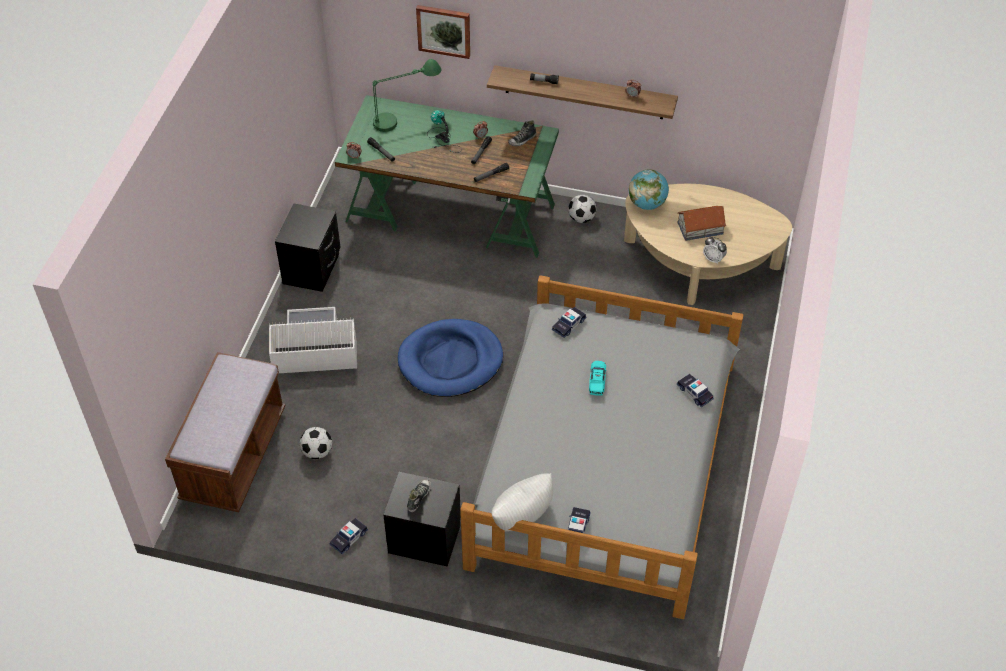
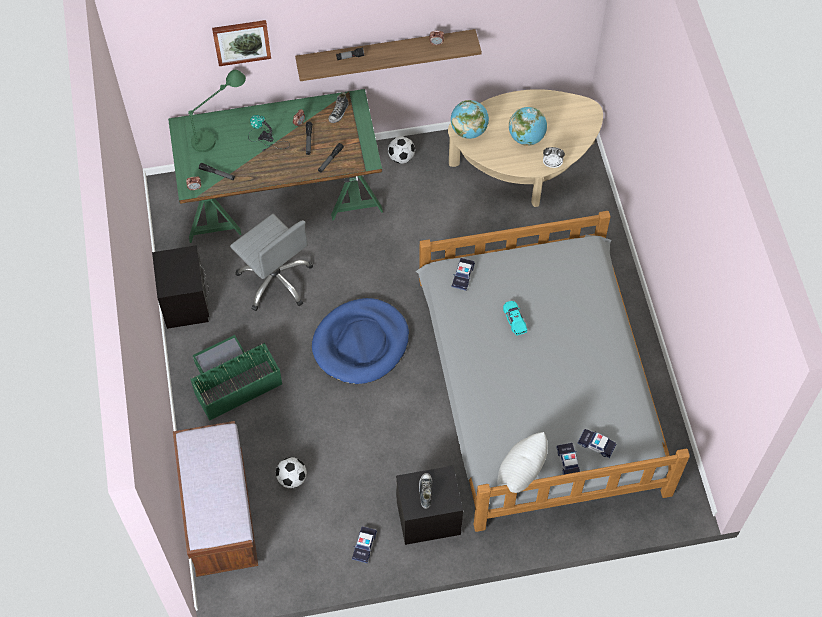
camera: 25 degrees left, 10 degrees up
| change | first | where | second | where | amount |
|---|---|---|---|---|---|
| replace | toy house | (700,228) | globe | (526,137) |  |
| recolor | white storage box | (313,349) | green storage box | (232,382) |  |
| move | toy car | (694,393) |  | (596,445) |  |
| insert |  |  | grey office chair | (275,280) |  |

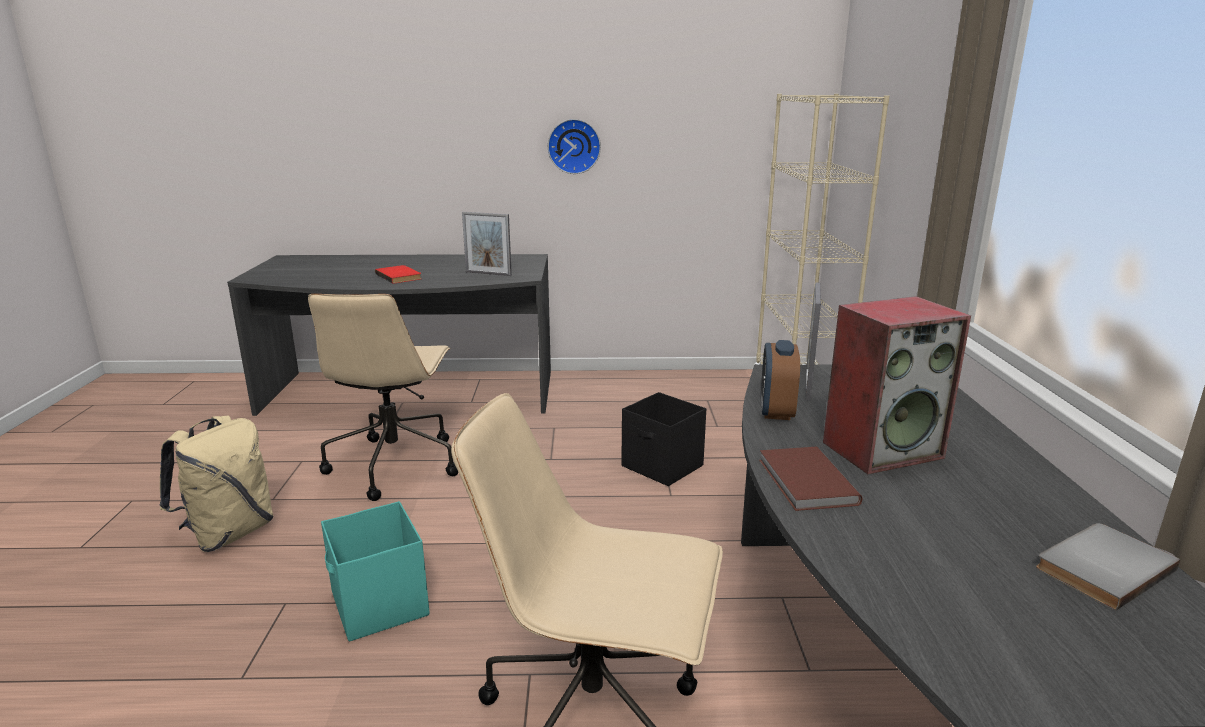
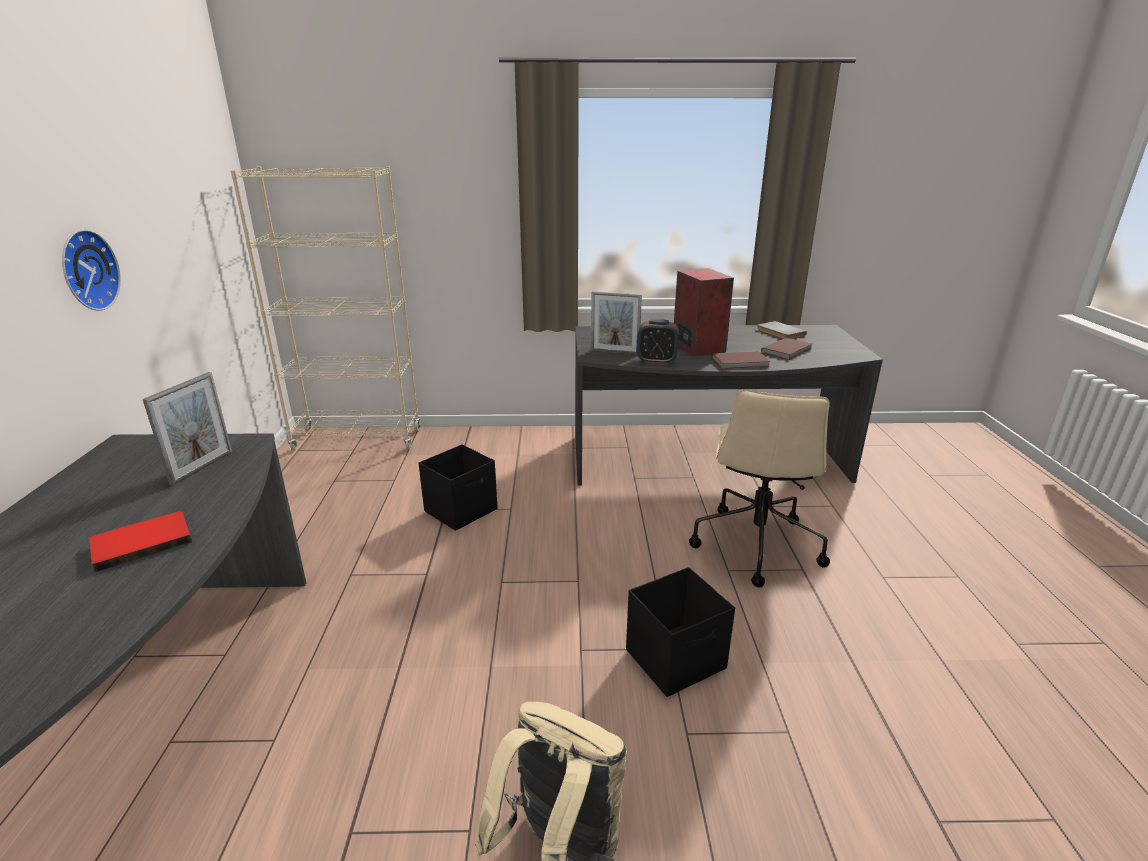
camera: 90 degrees left, 5 degrees up
| change | first | where | second | where | amount |
|---|---|---|---|---|---|
| delete | beige office chair | (394,464) |  |  |  |
| recolor | turquoise storage box | (379,605) | black storage box | (677,659) |  |
| insert |  |  | brown book | (788,350) |  |

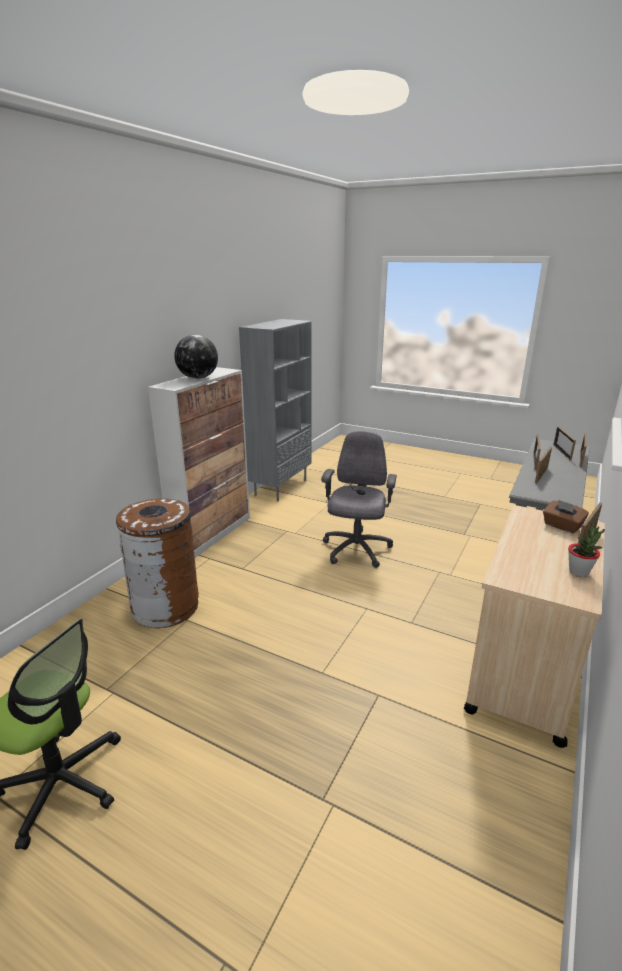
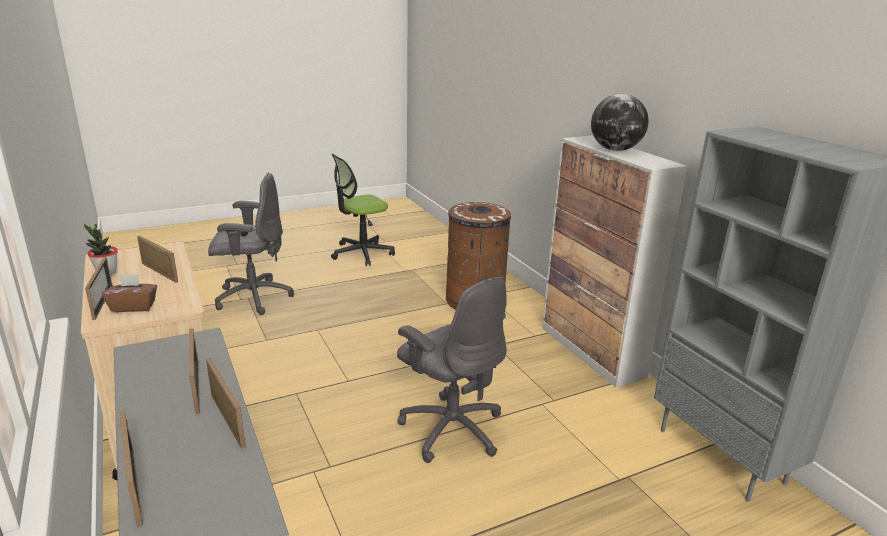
camera: 125 degrees right, 0 degrees up
| change | first | where | second | where | amount |
|---|---|---|---|---|---|
| move | picture frame | (562,452) |  | (159,272) |  |
| insert |  |  | grey office chair | (252,297) |  |

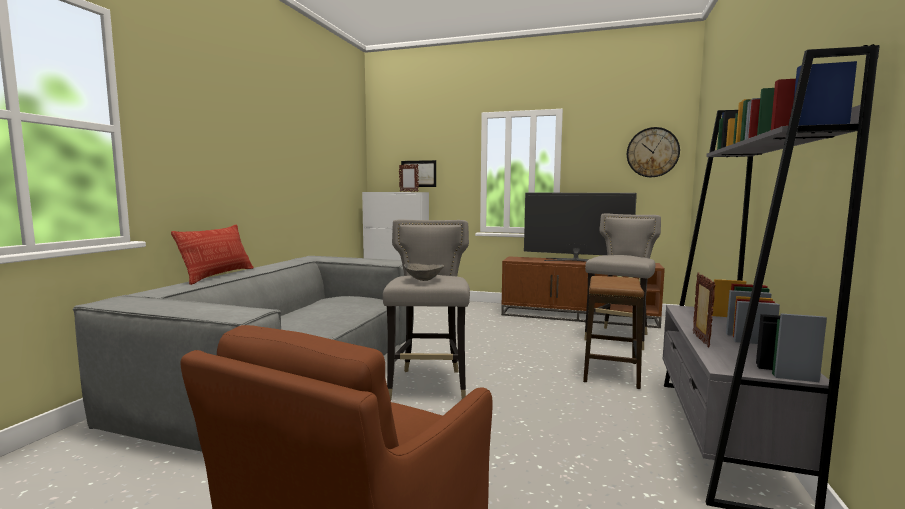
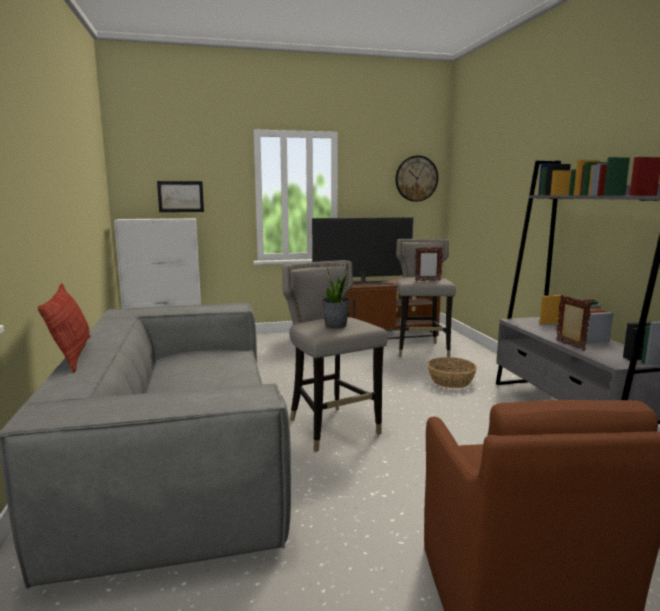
camera: 30 degrees left, 5 degrees up
| change | first | where | second | where | amount |
|---|---|---|---|---|---|
| move | picture frame | (408,191) |  | (427,281) |  |
| replace | grey bowl | (423,279) | potted plant | (336,325) |  |
| replace | stool | (611,372) | basket | (451,381) |  |

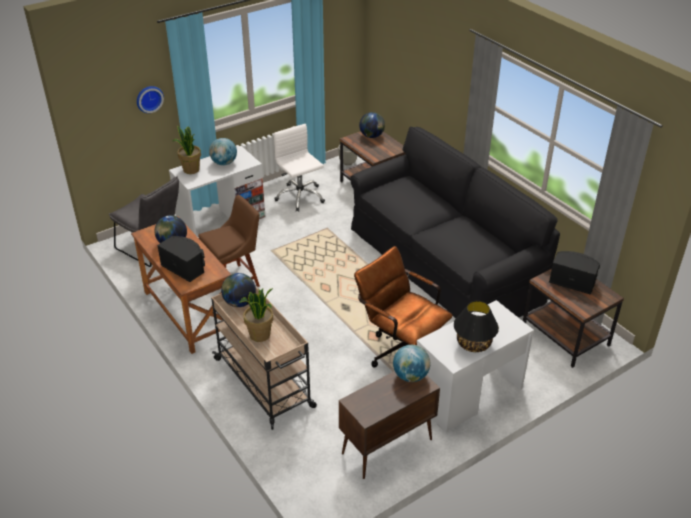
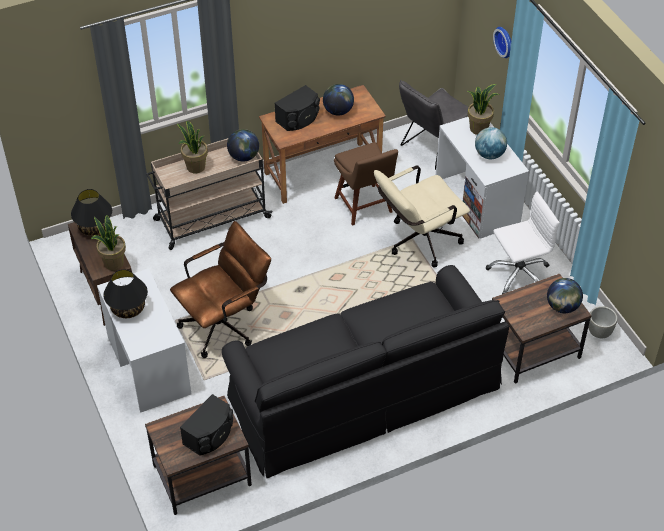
camera: 100 degrees right, 10 degrees up
| change | first | where | second | where | amount |
|---|---|---|---|---|---|
| replace | globe | (410,376) | potted plant | (113,263) |  |
| insert |  |  | beige office chair | (418,242) |  |
| insert |  |  | black table lamp | (95,227) |  |

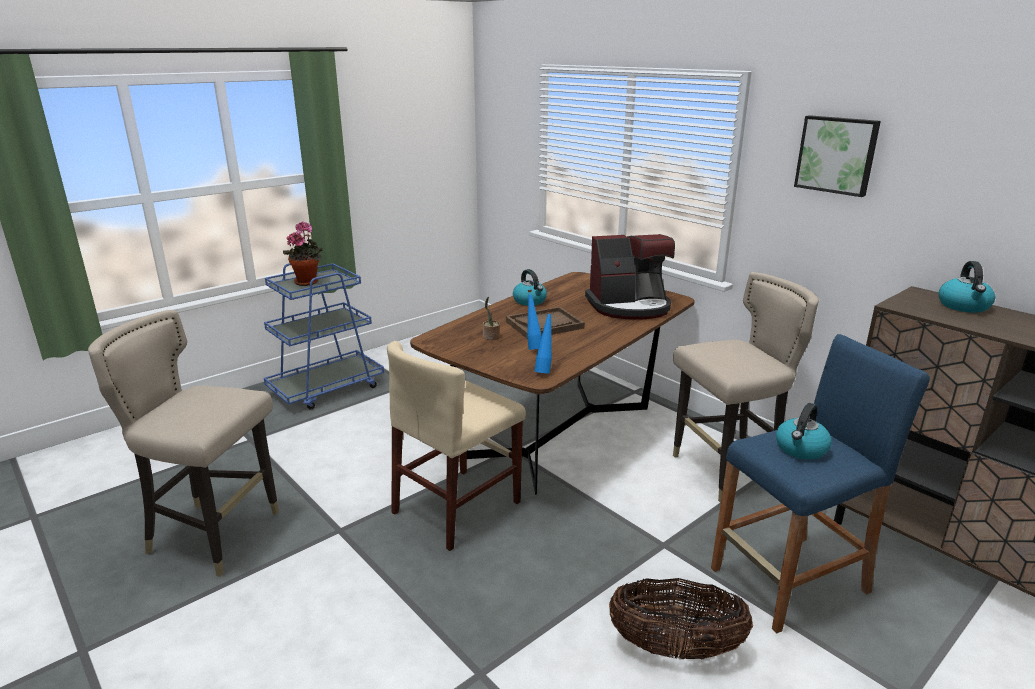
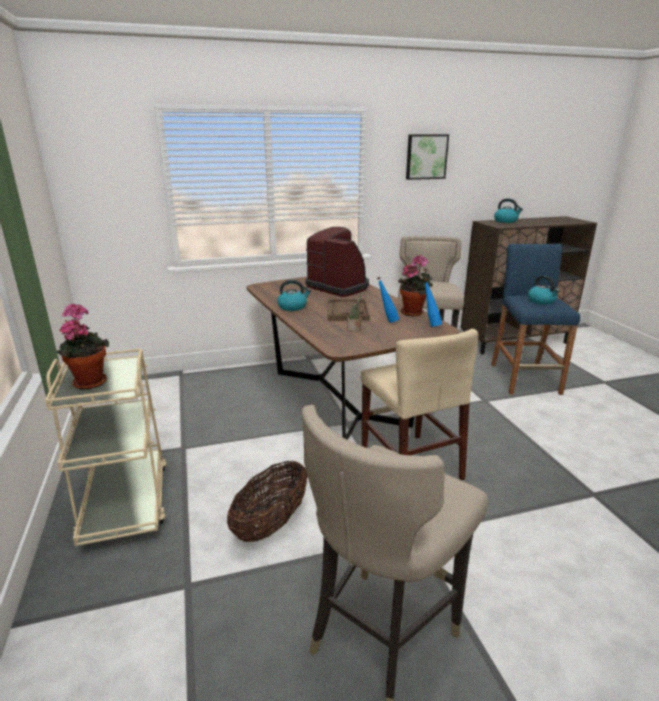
camera: 65 degrees left, 0 degrees up
| change | first | where | second | where | amount |
|---|---|---|---|---|---|
| rotate | coffee machine | (629,306) |  | (339,287) | 60 degrees counterclockwise |
| recolor | blue cart | (327,388) | beige cart | (126,503) |  |
| move | basket | (675,648) |  | (271,524) |  |
| insert |  |  | potted plant | (414,312) |  |

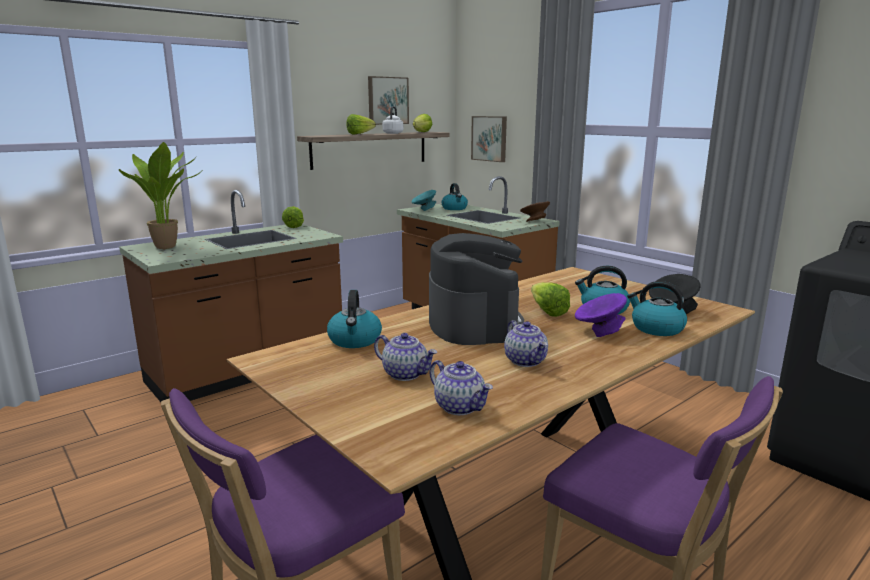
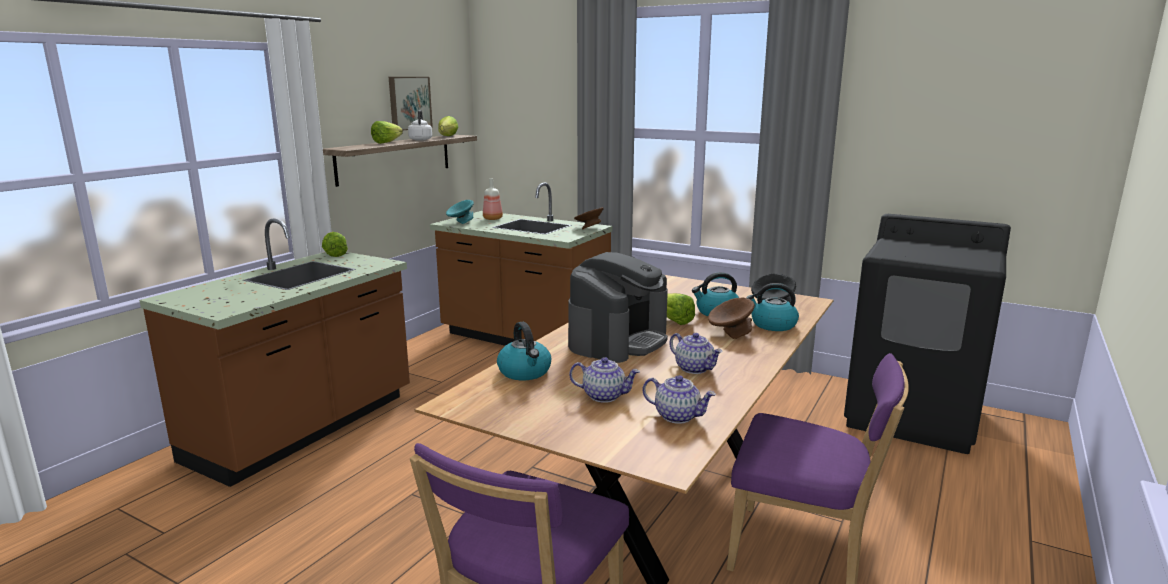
camera: 20 degrees left, 0 degrees up
| change | first | where | second | where | amount |
|---|---|---|---|---|---|
| delete | picture | (490,138) |  |  |  |
| delete | potted plant | (169,247) |  |  |  |
| replace | kettle | (454,208) | bottle | (493,218) |  |
| rotate | coffee machine | (473,323) |  | (618,340) | 60 degrees clockwise |
| recolor | purple bowl | (599,331) | brown bowl | (730,333) |  |

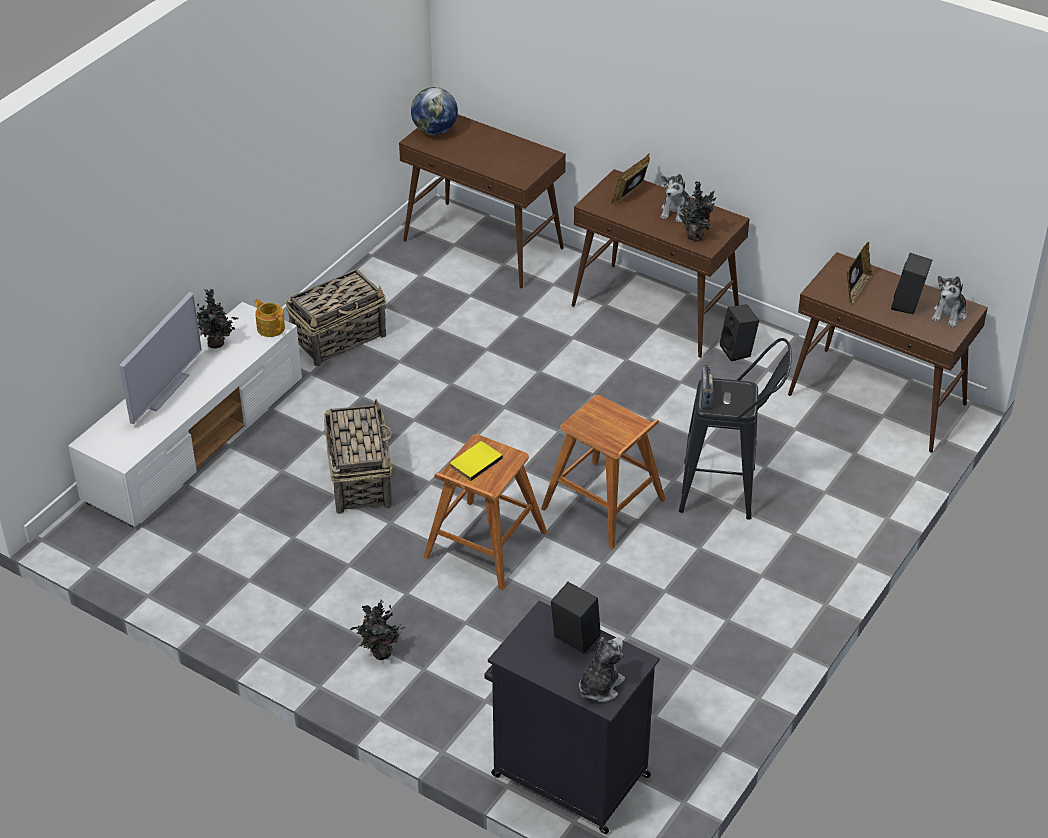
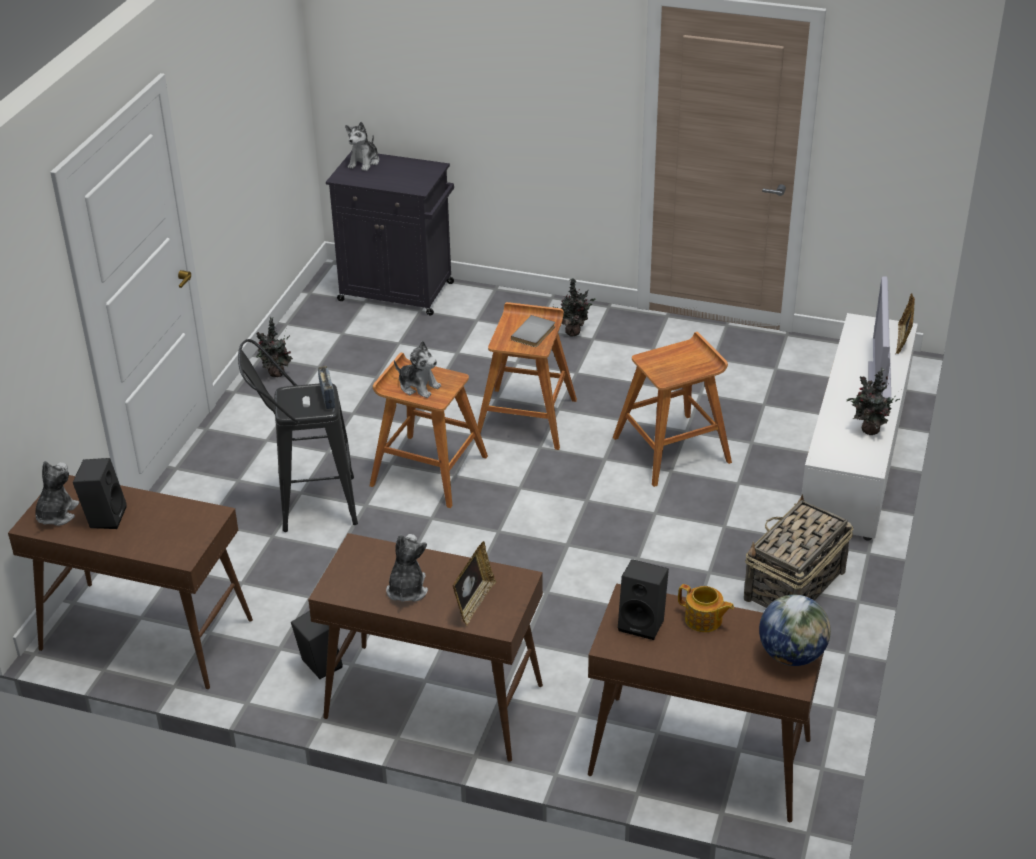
camera: 165 degrees right, 5 degrees down
| change | first | where | second | where | amount |
|---|---|---|---|---|---|
| move | potted plant | (695,236) |  | (276,374) |  |
| move | picture frame | (856,289) |  | (902,341) |  |
| move | teapot | (270,327) |  | (704,620) |  |
| replace | basket | (360,478) | brown stool | (673,449) |  |
| recolor | yellow book | (474,462) | grey book | (534,333) |  |
| move | black speaker | (573,639) |  | (643,623) |  |
| insert |  |  | plush toy | (418,386) |  |

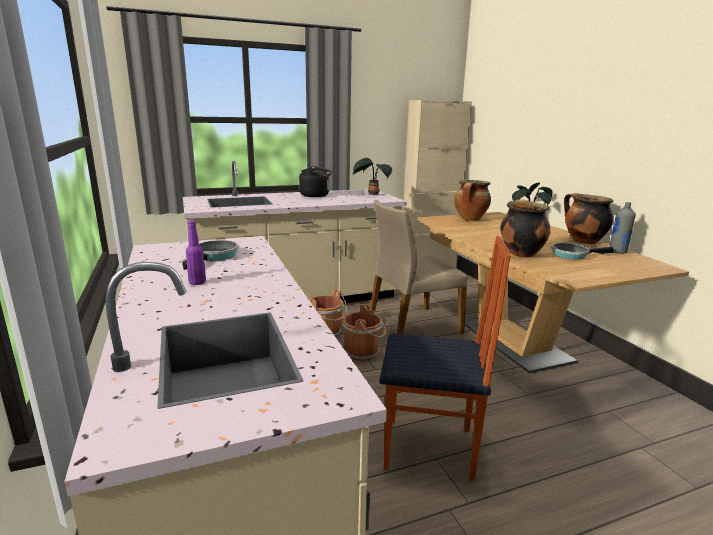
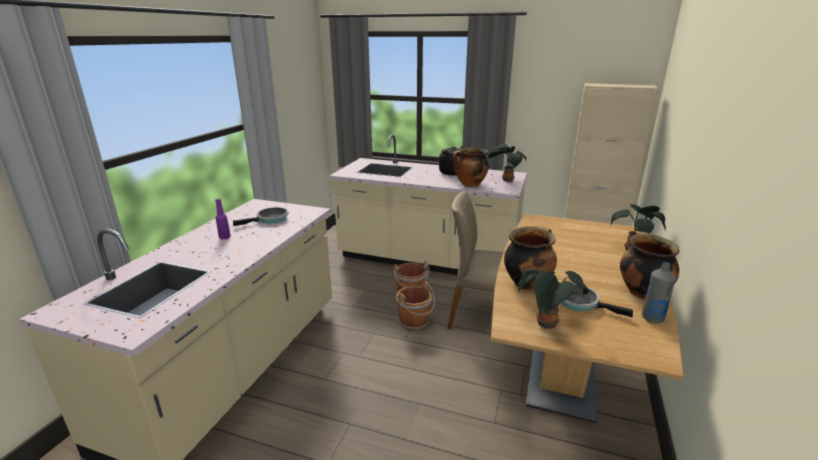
camera: 40 degrees right, 5 degrees up
| change | first | where | second | where | amount |
|---|---|---|---|---|---|
| move | cooking pot | (470,219) |  | (469,185) |  |
| delete | chair | (430,450) |  |  |  |
| insert |  |  | potted plant | (546,325) |  |

